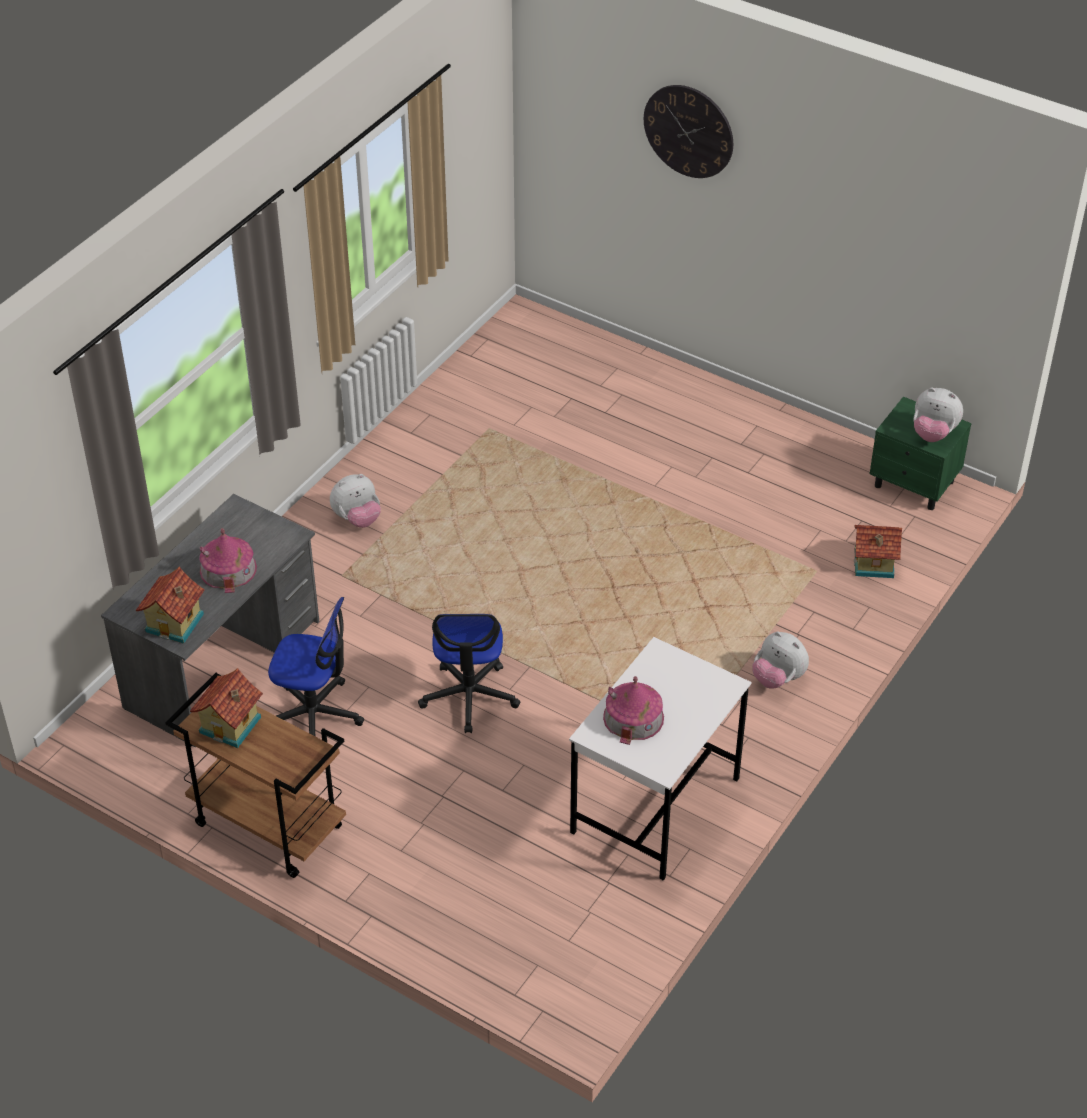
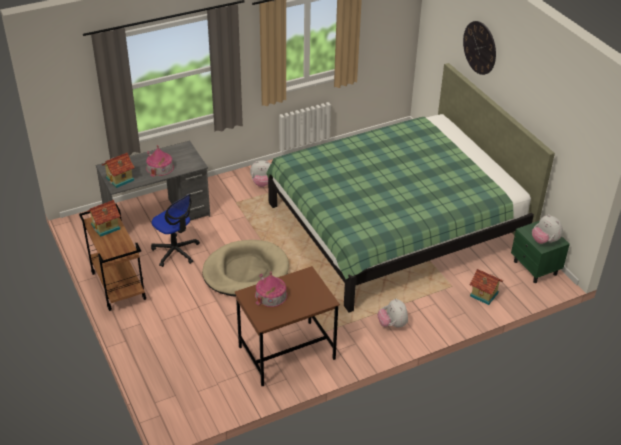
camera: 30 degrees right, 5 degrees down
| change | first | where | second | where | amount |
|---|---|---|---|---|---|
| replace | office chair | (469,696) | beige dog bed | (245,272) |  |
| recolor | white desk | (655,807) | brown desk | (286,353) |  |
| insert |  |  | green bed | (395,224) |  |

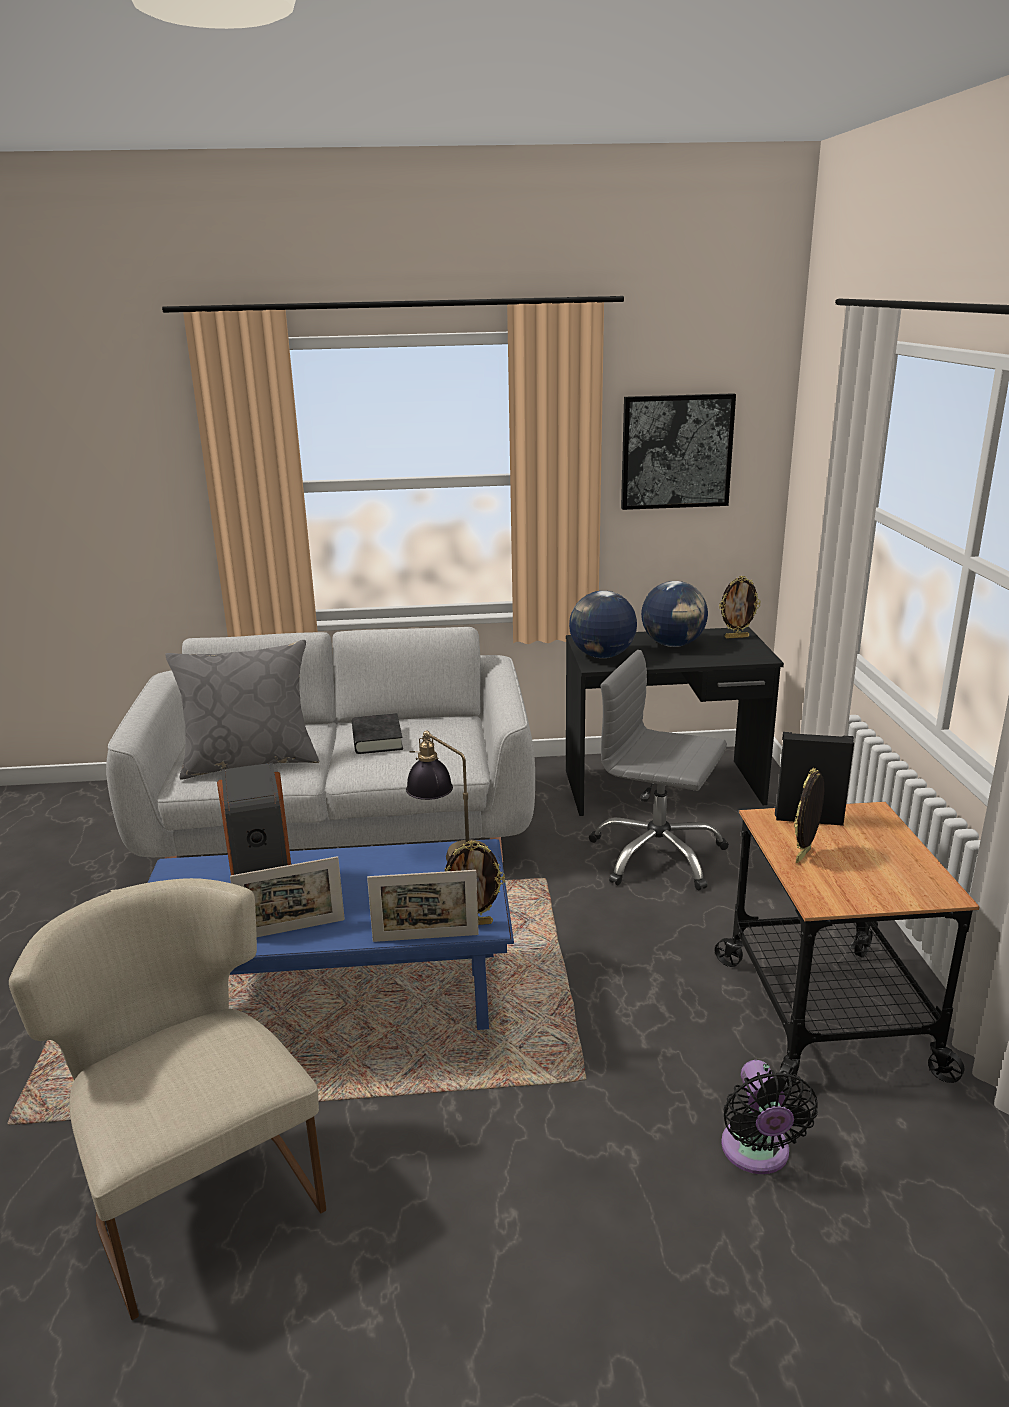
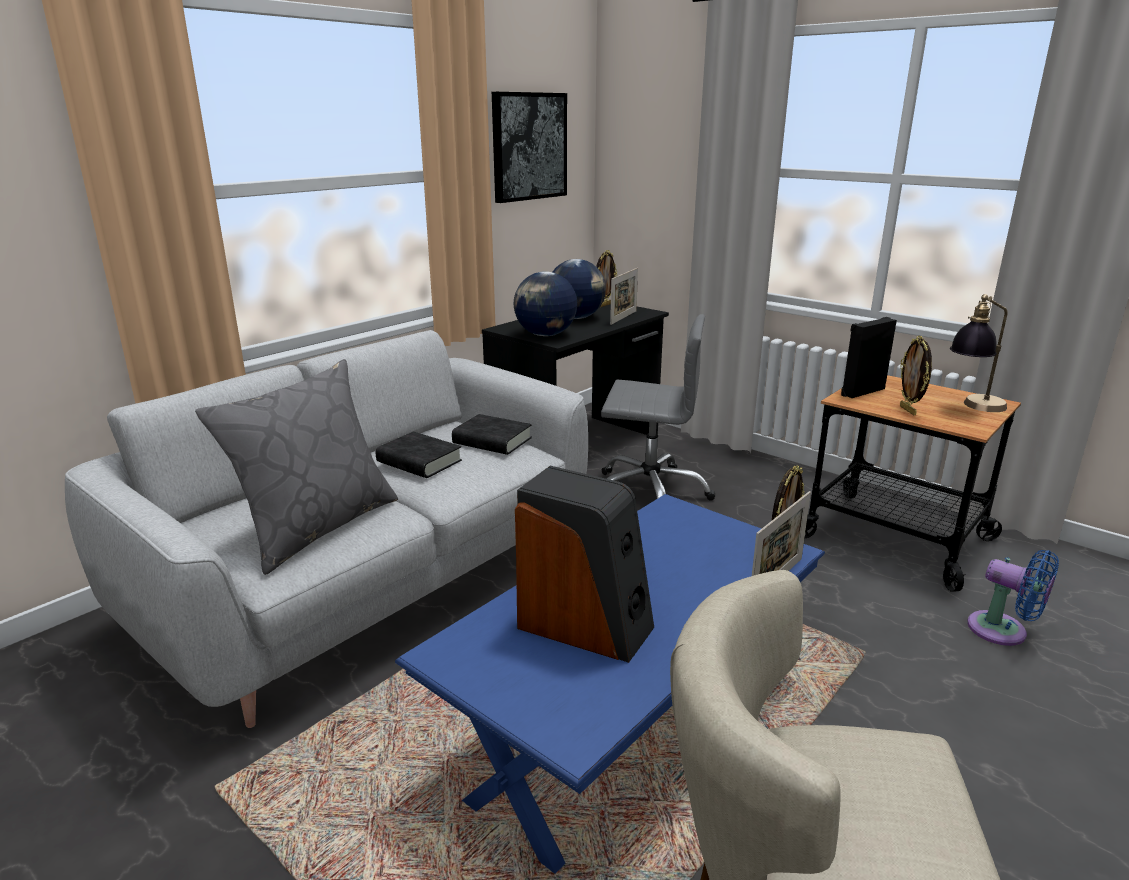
camera: 45 degrees left, 0 degrees up
| change | first | where | second | where | amount |
|---|---|---|---|---|---|
| rotate | grey office chair | (656,855) |  | (650,493) | 150 degrees counterclockwise |
| move | table lamp | (449,852) |  | (972,407) |  |
| move | picture frame | (292,929) |  | (623,317) |  |
| recolor | black fan | (757,1153) | blue fan | (1003,631) |  |
| insert |  |  | black book | (492,441) |  |

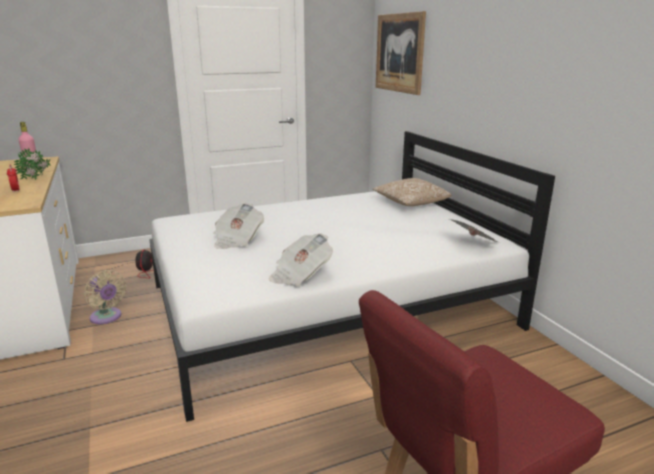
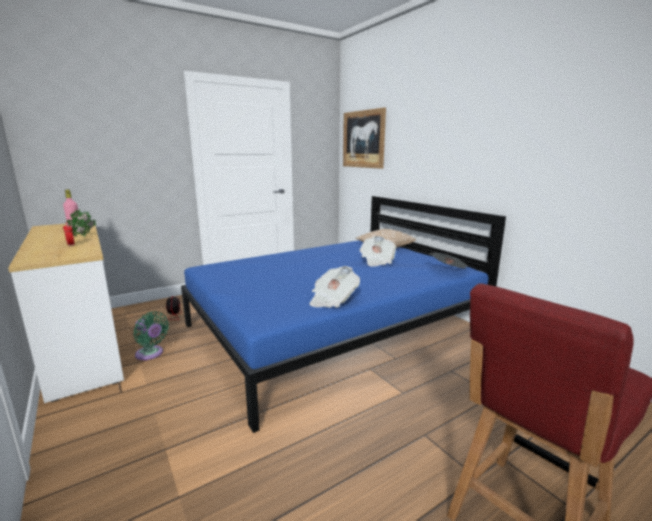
camera: 10 degrees left, 5 degrees down
| change | first | where | second | where | amount |
|---|---|---|---|---|---|
| recolor | white bed | (327,305) | blue bed | (334,329) |  |
| move | newspaper | (237,240) |  | (377,261) |  |
| recolor | beige fan | (107,317) | green fan | (151,354) |  |

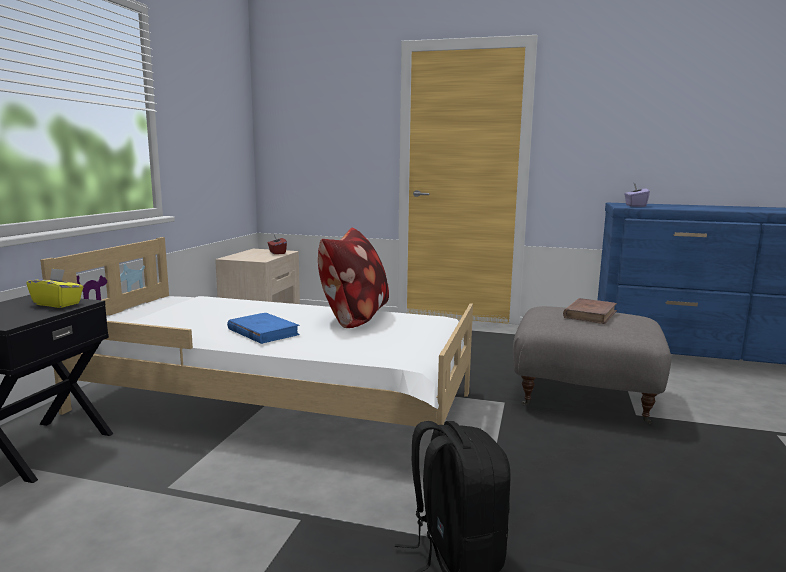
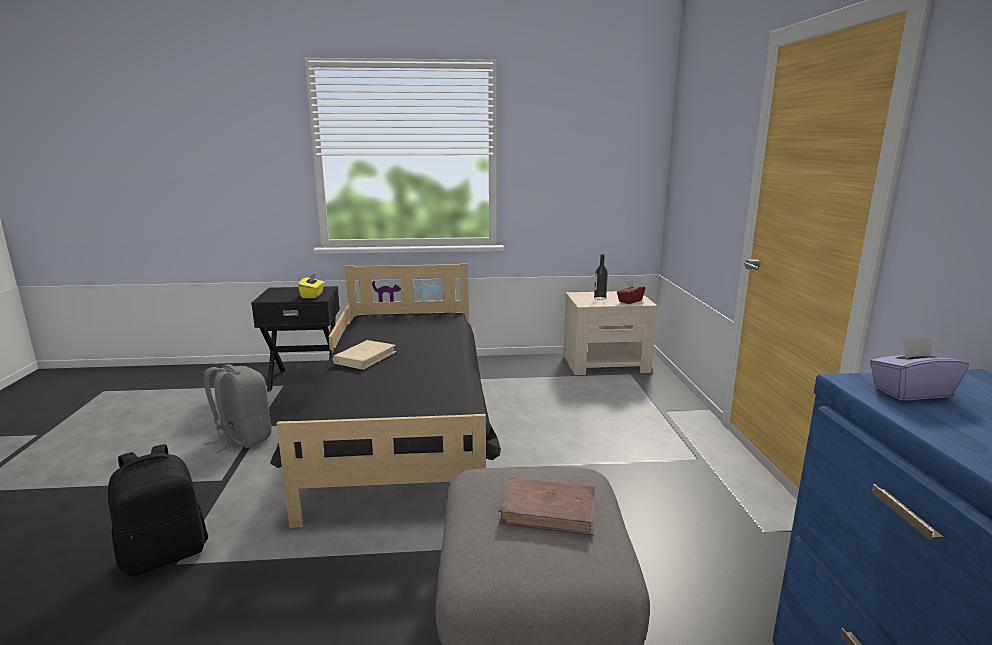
camera: 70 degrees right, 5 degrees up
| change | first | where | second | where | amount |
|---|---|---|---|---|---|
| delete | pillow | (354,318) |  |  |  |
| recolor | white bed | (278,402) | black bed | (405,424) |  |
| recolor | blue book | (263,332) | beige book | (365,358) |  |
| insert |  |  | bottle | (600,298) |  |
| insert |  |  | grey backpack | (242,438) |  |

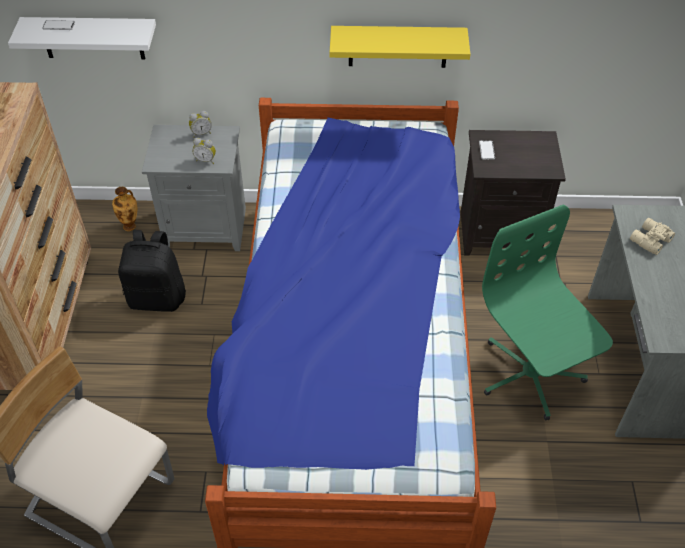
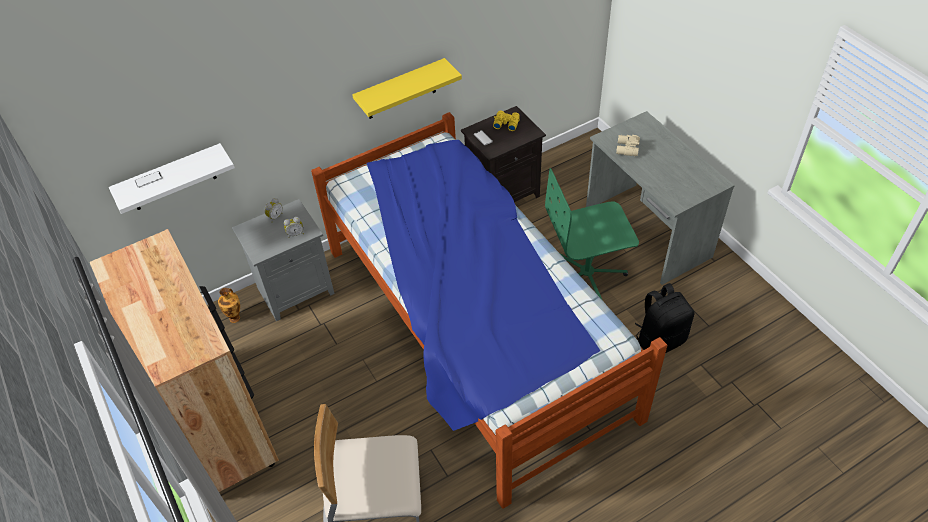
camera: 30 degrees left, 0 degrees up
| change | first | where | second | where | amount |
|---|---|---|---|---|---|
| rotate | green office chair | (530,374) |  | (587,274) | 45 degrees counterclockwise |
| move | black backpack | (158,297) |  | (660,339) |  |
| insert |  |  | yellow binoculars | (506,123) |  |

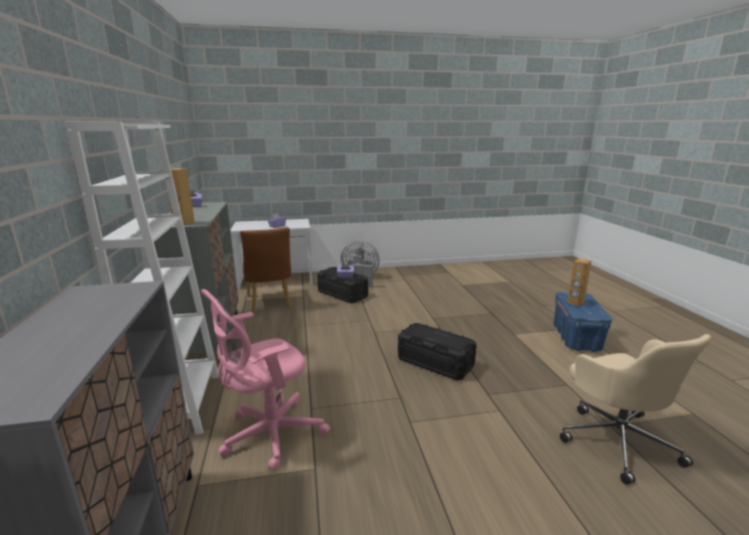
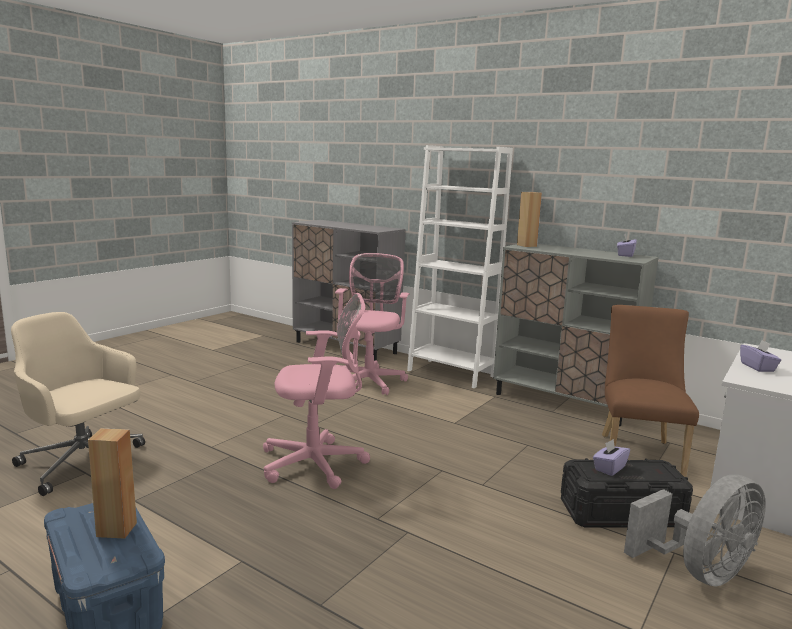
camera: 135 degrees right, 5 degrees down
| change | first | where | second | where | amount |
|---|---|---|---|---|---|
| rotate | brown chair | (270,303) |  | (638,451) | 75 degrees clockwise |
| replace | black storage box | (435,362) | pink office chair | (318,464) |  |

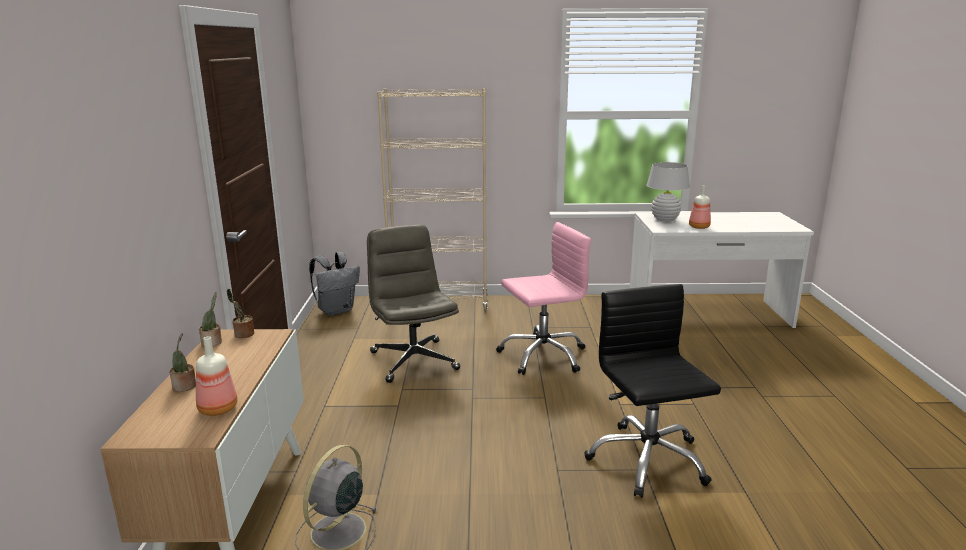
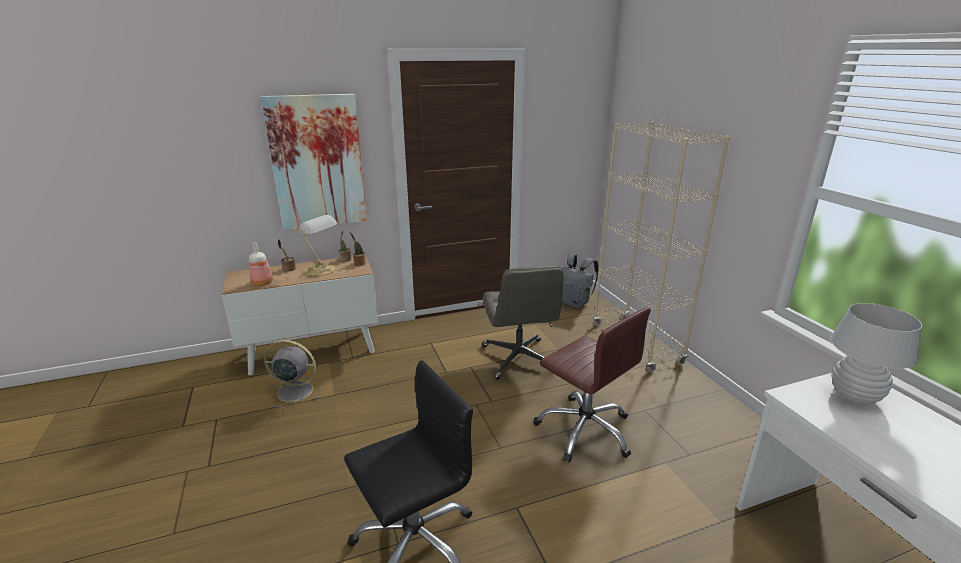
camera: 70 degrees right, 5 degrees up
| change | first | where | second | where | amount |
|---|---|---|---|---|---|
| delete | bottle | (699,227) |  |  |  |
| recolor | pink office chair | (542,355) | brown office chair | (585,430) |  |
| rotate | grey office chair | (413,360) |  | (519,359) | 120 degrees clockwise |
| insert |  |  | picture | (317,162) |  |
| insert |  |  | table lamp | (320,270) |  |

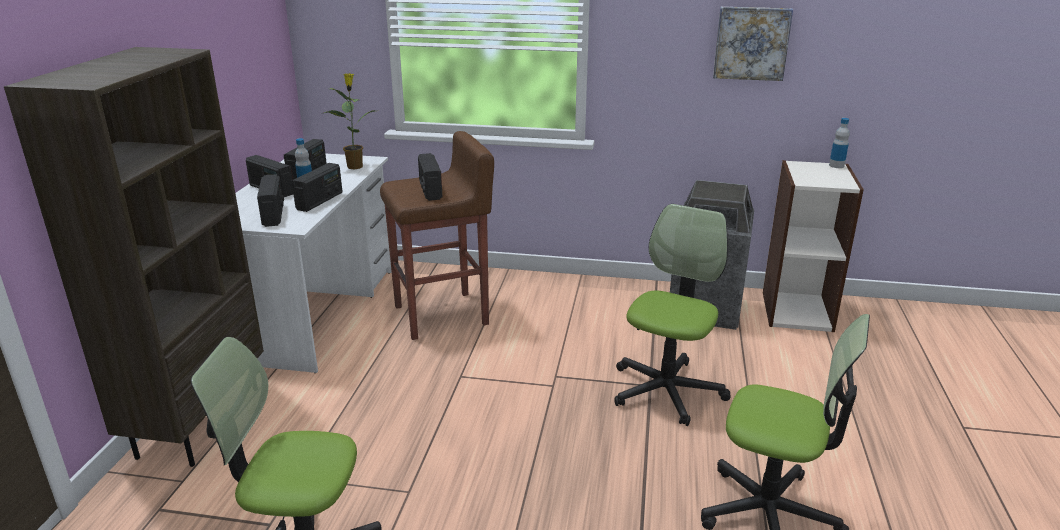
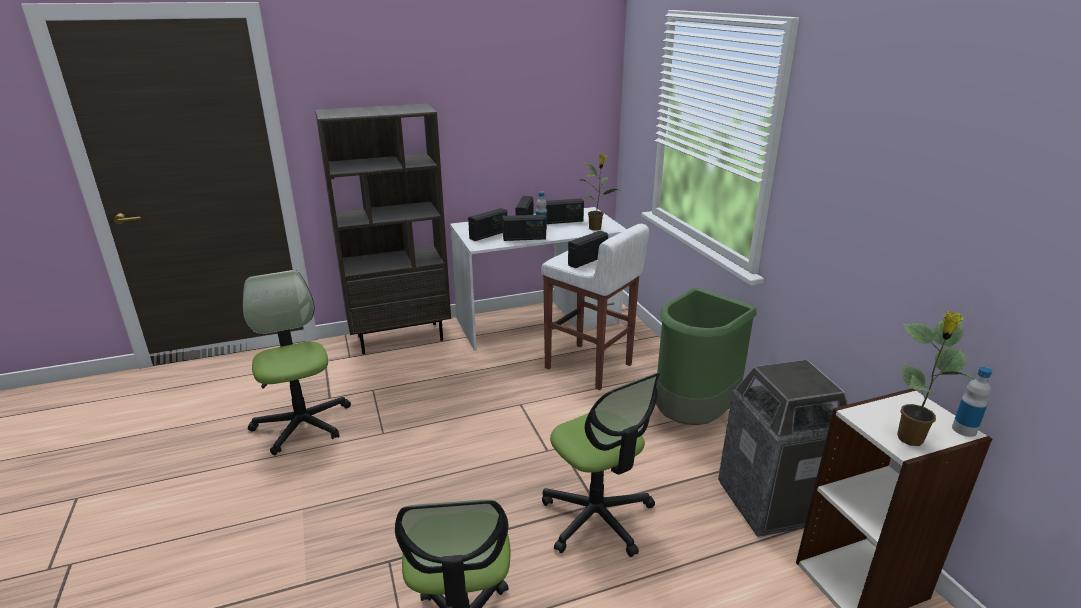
camera: 60 degrees right, 0 degrees up
| change | first | where | second | where | amount |
|---|---|---|---|---|---|
| delete | picture | (751,43) |  |  |  |
| recolor | brown stool | (443,315) | white stool | (589,367) |  |
| rotate | office chair | (666,391) |  | (597,517) | 60 degrees clockwise |
| insert |  |  | green trash can | (692,418) |  |
| insert |  |  | potted plant | (910,440) |  |

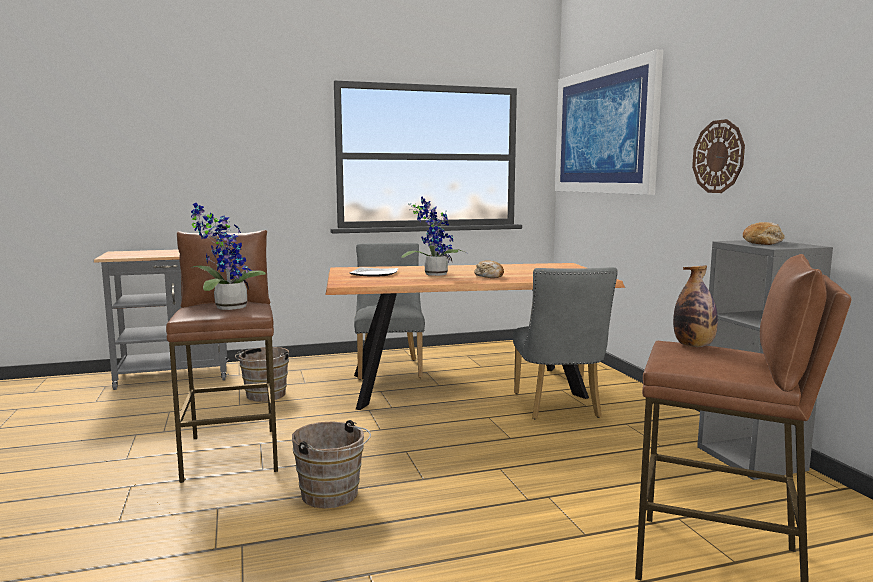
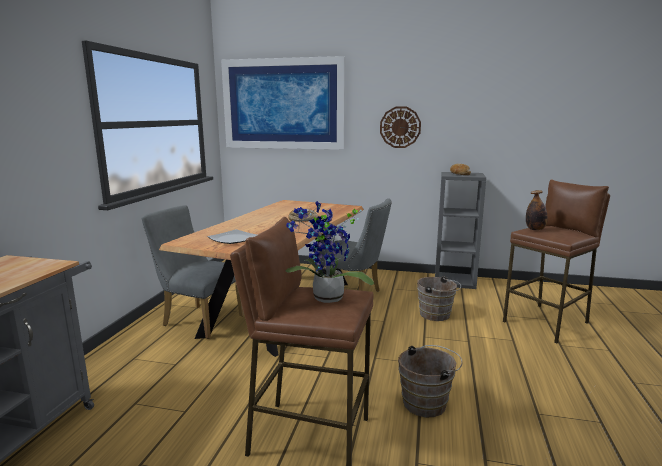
camera: 60 degrees left, 5 degrees up
| change | first | where | second | where | amount |
|---|---|---|---|---|---|
| delete | potted plant | (434,274) |  |  |  |
| move | brown bucket | (264,396) |  | (437,315) |  |

